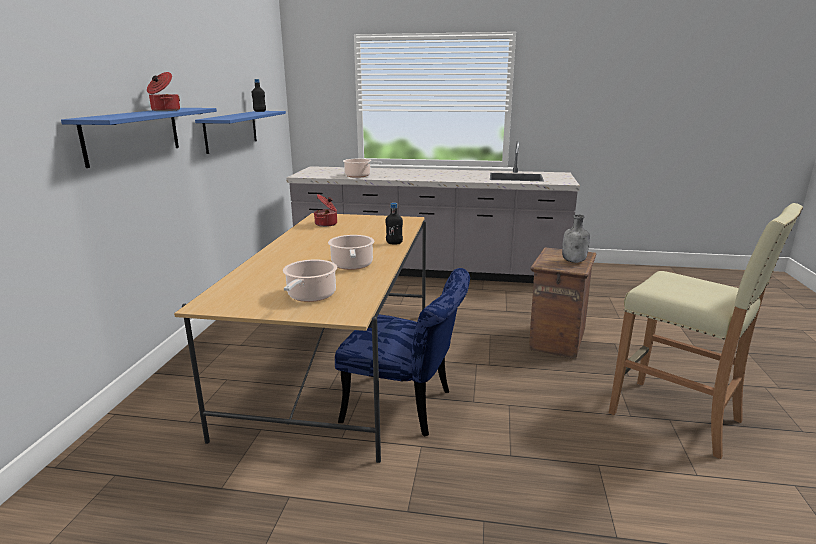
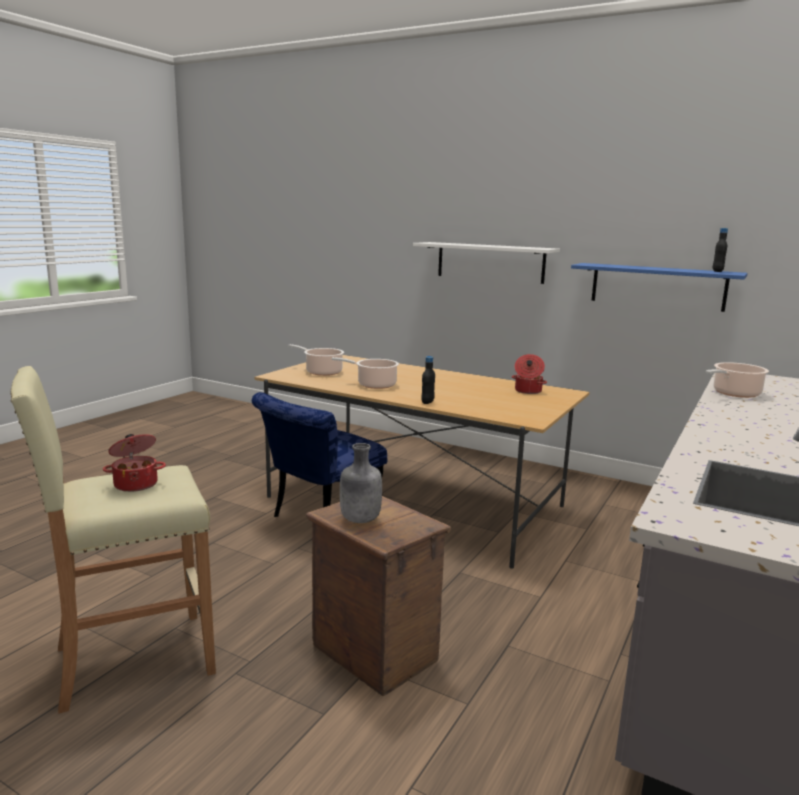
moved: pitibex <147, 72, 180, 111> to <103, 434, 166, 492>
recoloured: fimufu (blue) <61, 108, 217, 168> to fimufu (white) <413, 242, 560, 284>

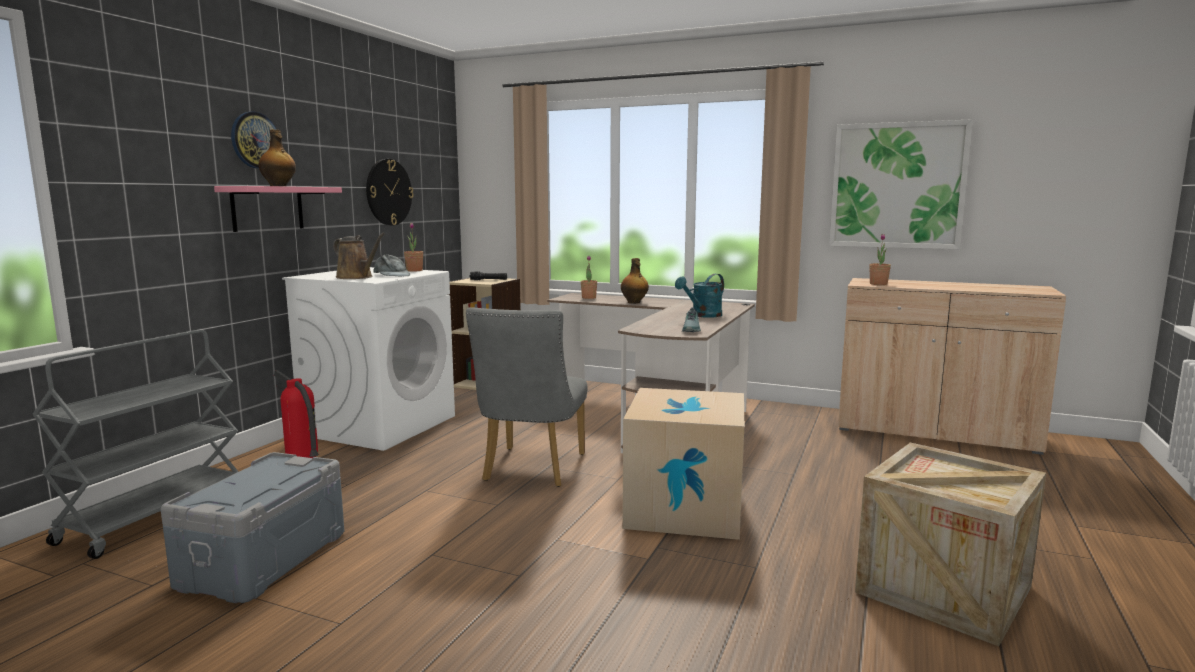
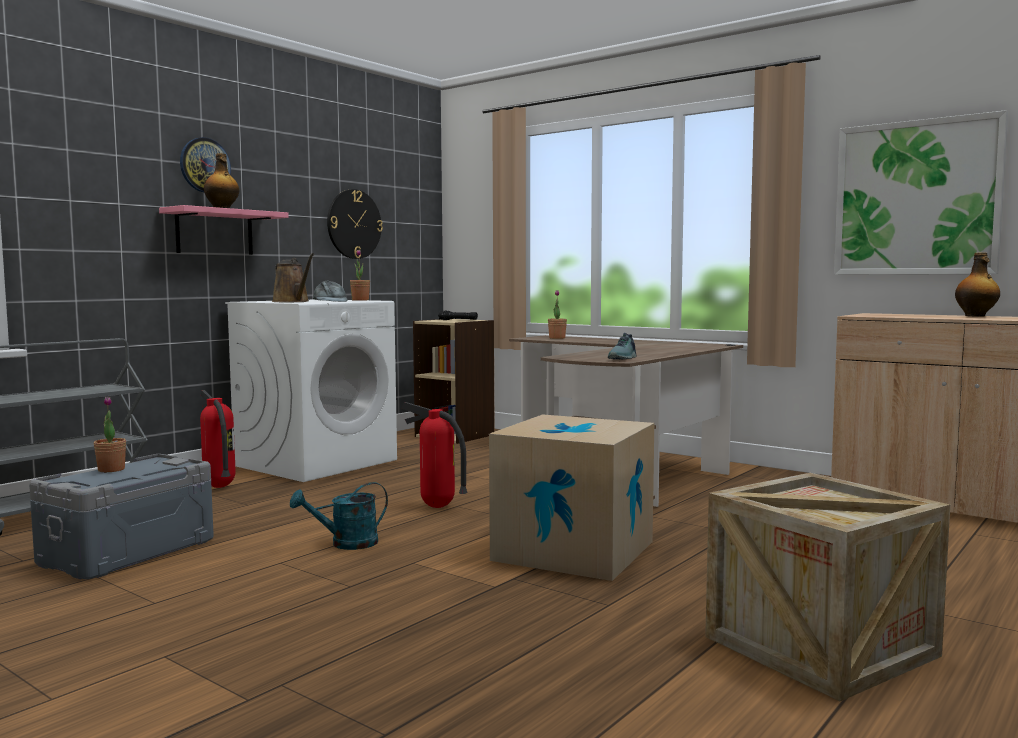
moved: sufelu <621, 258, 649, 304> to <955, 252, 1000, 316>; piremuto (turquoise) <675, 274, 724, 318> to <290, 482, 388, 550>; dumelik <869, 234, 891, 285> to <94, 396, 126, 472>
replaced: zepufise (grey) <466, 307, 587, 487> to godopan <401, 402, 468, 508>

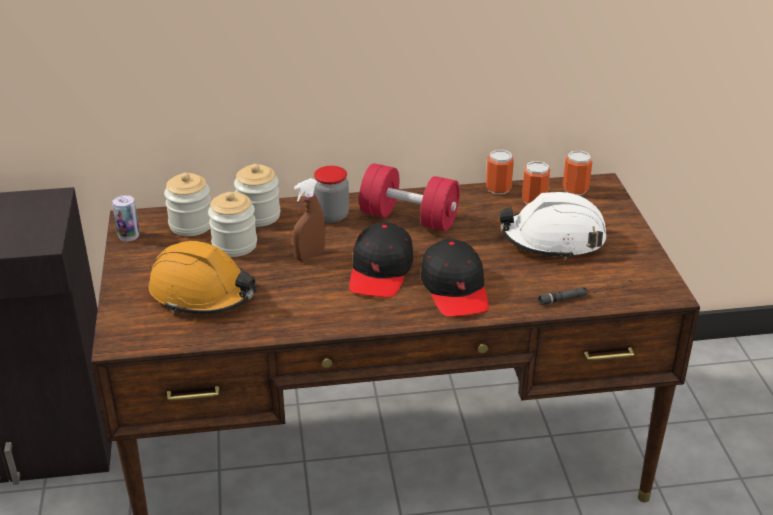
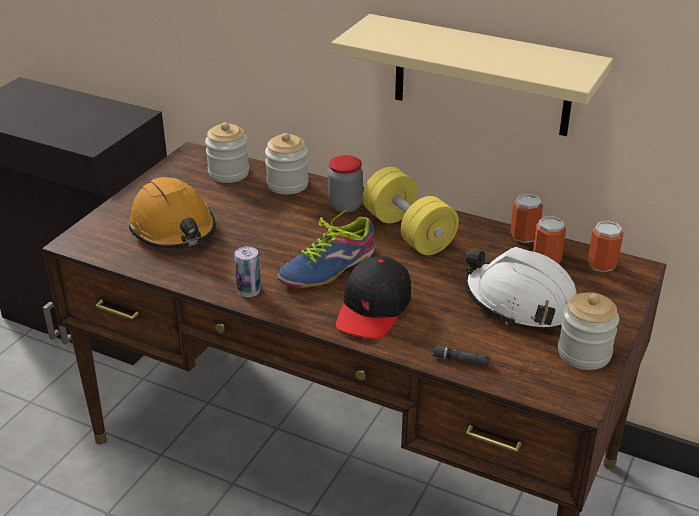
removed: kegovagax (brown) <293, 178, 325, 261>
added: fimufu (beige) <331, 14, 613, 136>
moved: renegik <112, 195, 139, 241> to <234, 246, 261, 297>; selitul <208, 192, 257, 257> to <558, 292, 619, 370>
replaced: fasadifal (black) <349, 222, 413, 297> to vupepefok <278, 208, 375, 288>
recoloured: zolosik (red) <359, 163, 460, 231> to zolosik (yellow) <362, 167, 459, 255>

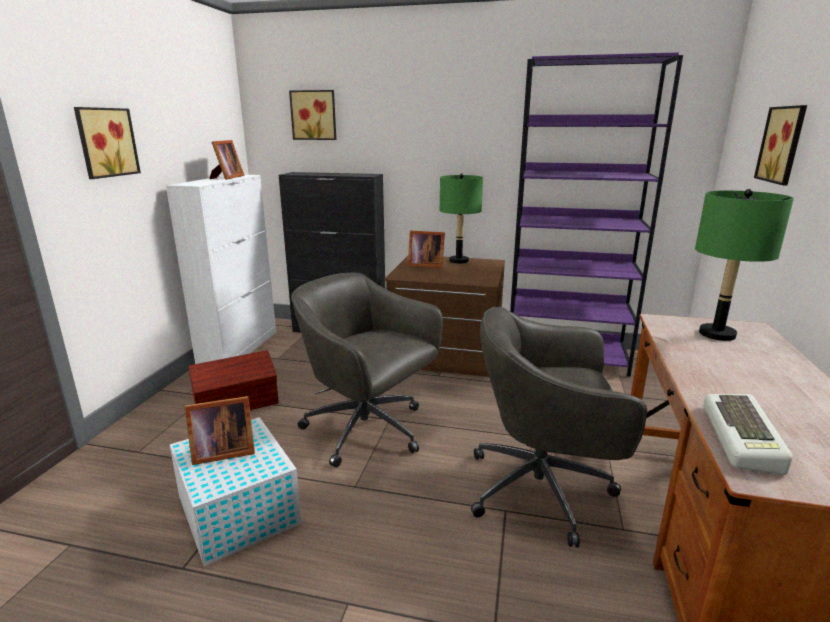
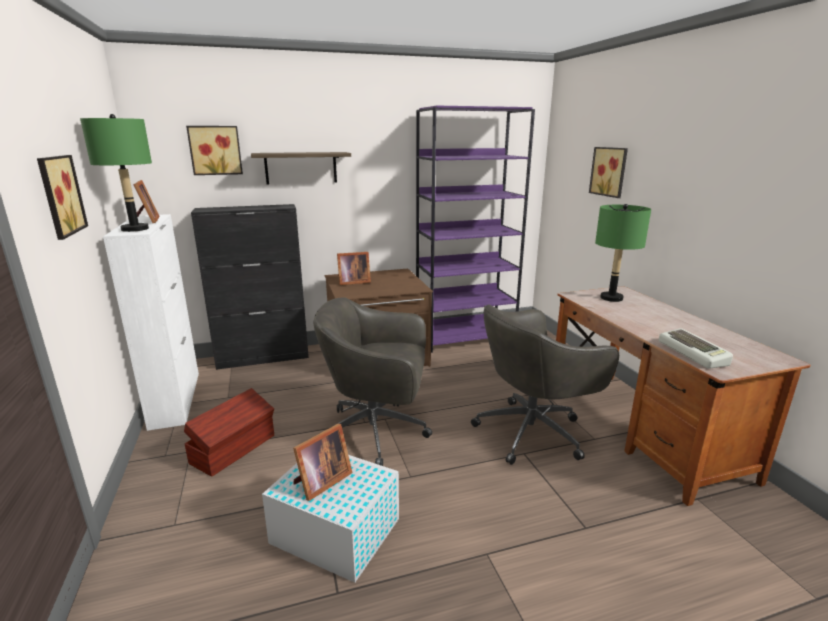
added: fimufu <251, 152, 351, 185>
moved: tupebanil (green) <440, 173, 483, 264> to <80, 114, 152, 232>

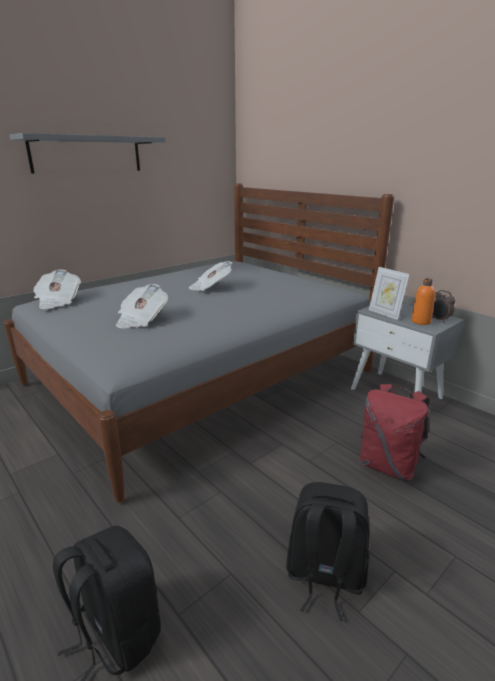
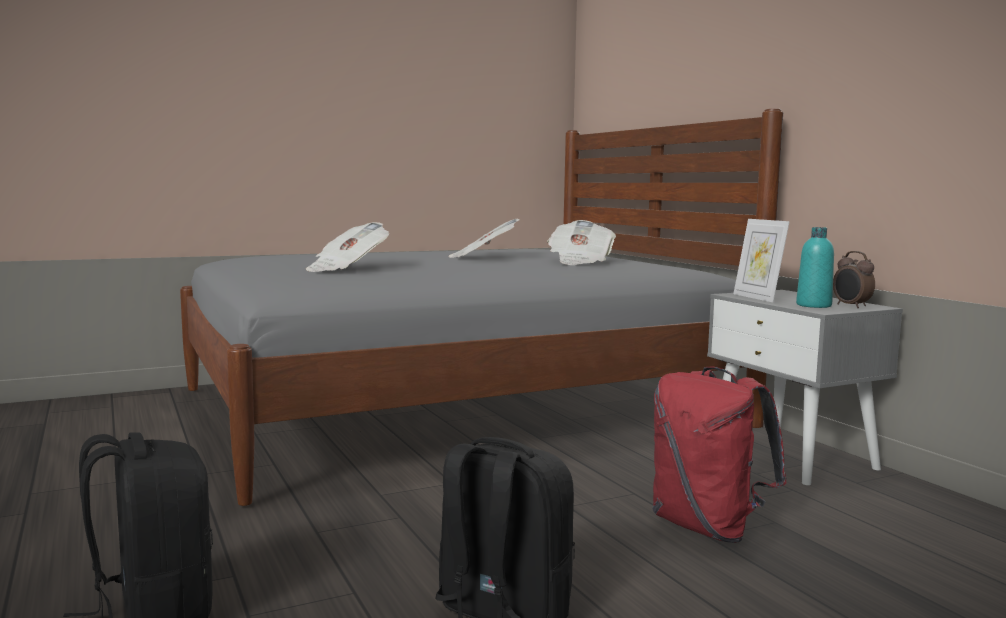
removed: fimufu (grey) <9, 133, 166, 173>
moved: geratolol <33, 270, 81, 309> to <547, 220, 616, 265>
recoloured: sufelu (orange) <411, 278, 435, 325> to sufelu (turquoise) <796, 227, 834, 308>

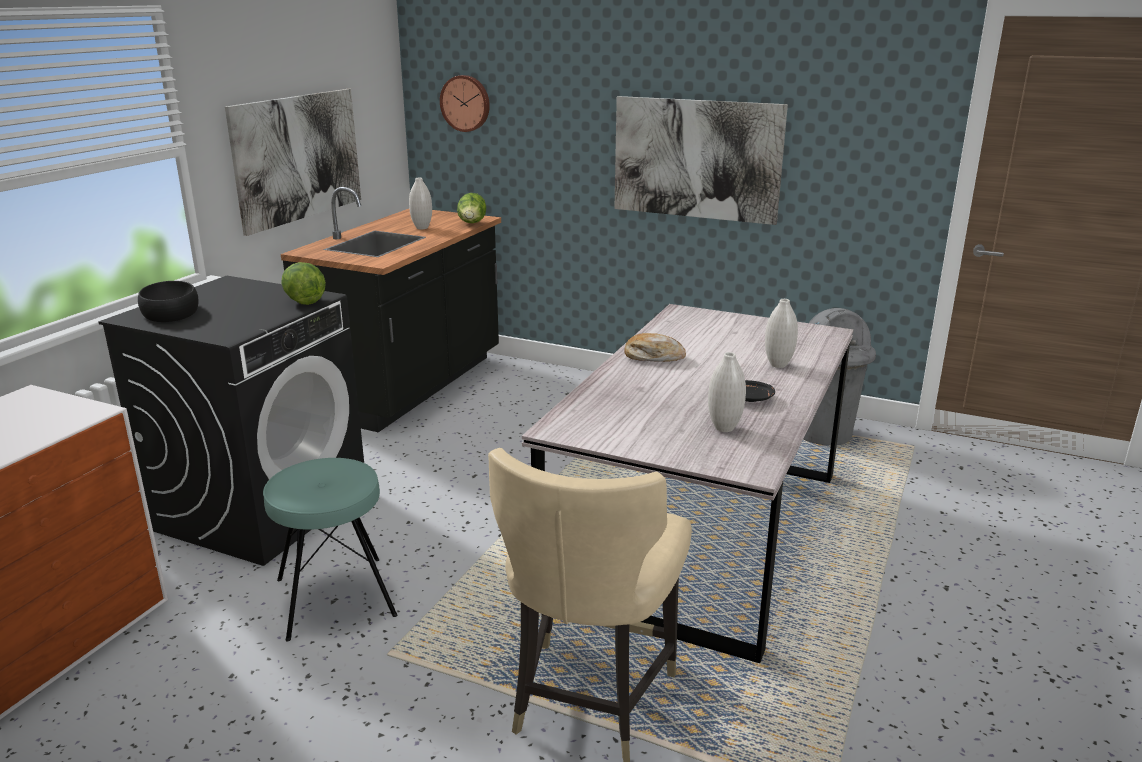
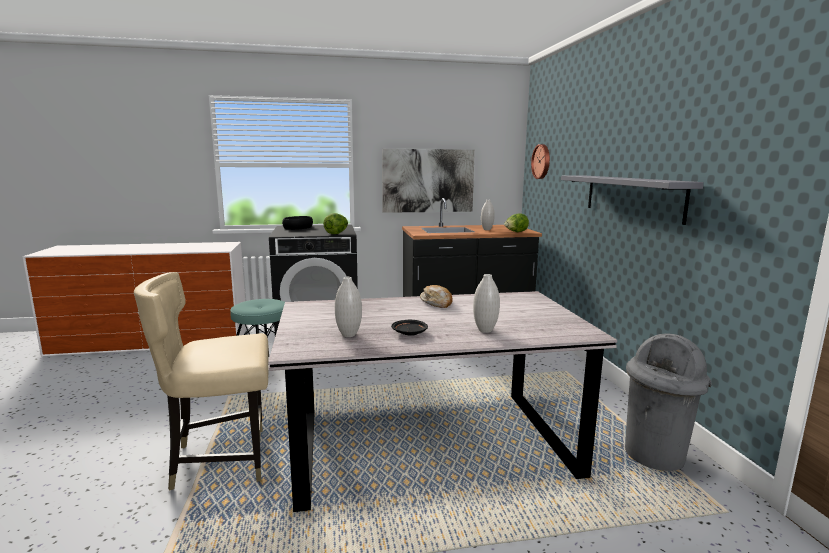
replaced: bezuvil <614, 96, 788, 225> to fimufu (grey) <561, 175, 704, 225>

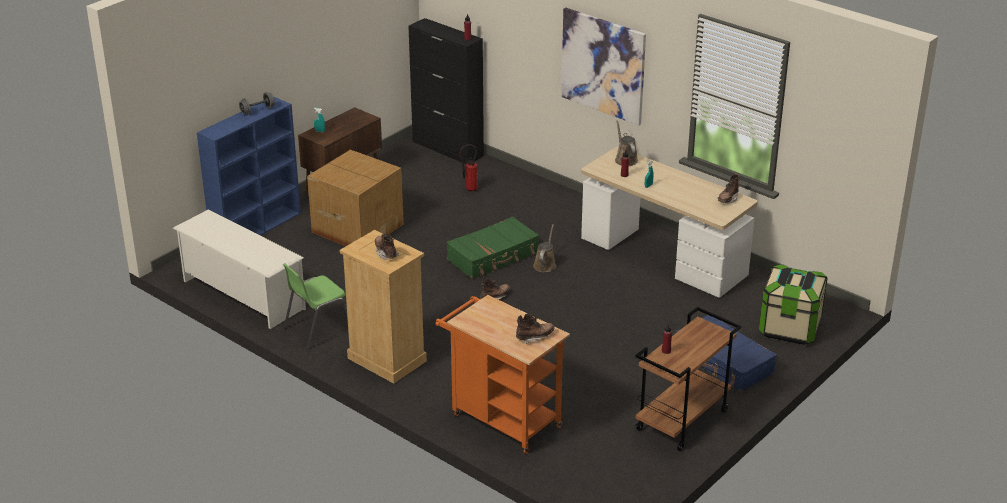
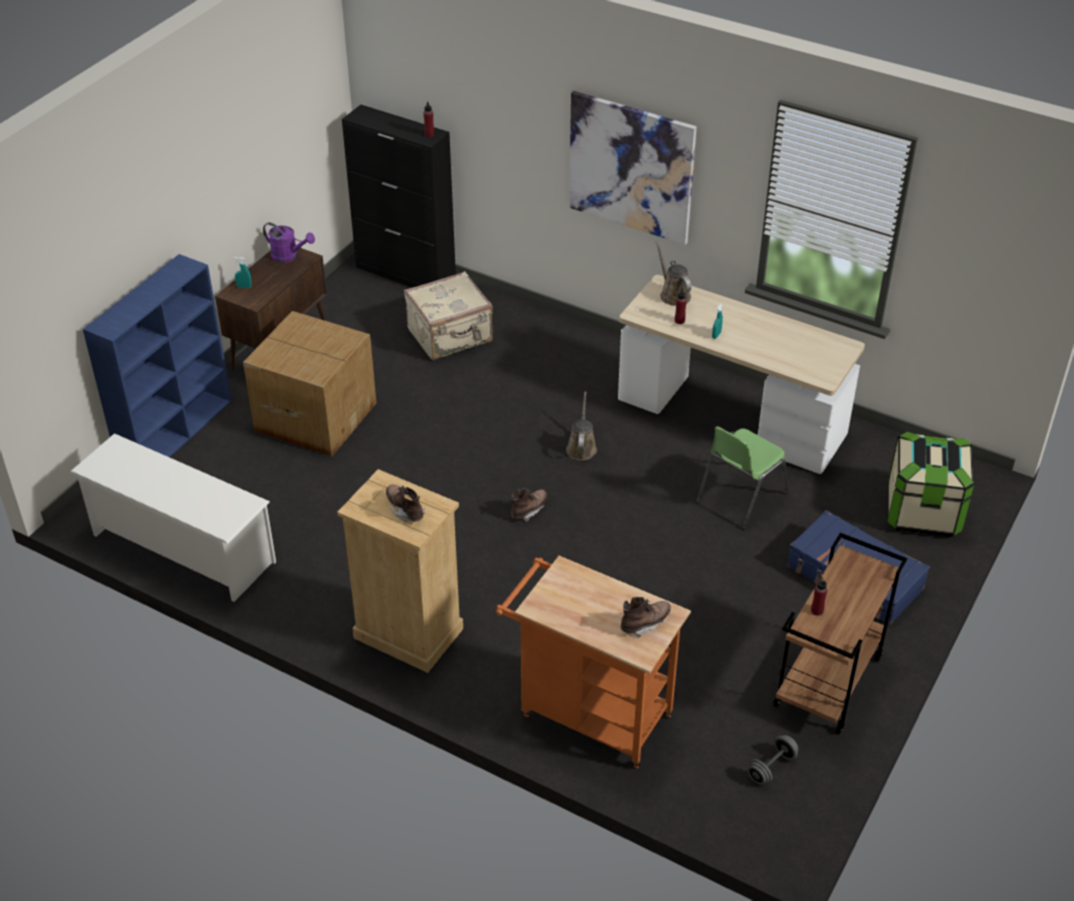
removed: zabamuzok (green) <446, 217, 539, 279>; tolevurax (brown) <718, 173, 740, 203>
added: piremuto (purple) <263, 222, 315, 263>
moved: zolosik (grey) <239, 92, 275, 115> to <747, 735, 799, 785>; zepufise (green) <283, 263, 347, 349> to <697, 426, 789, 530>
replaced: godopan <460, 144, 478, 192> to zabamuzok (beige) <404, 271, 493, 360>

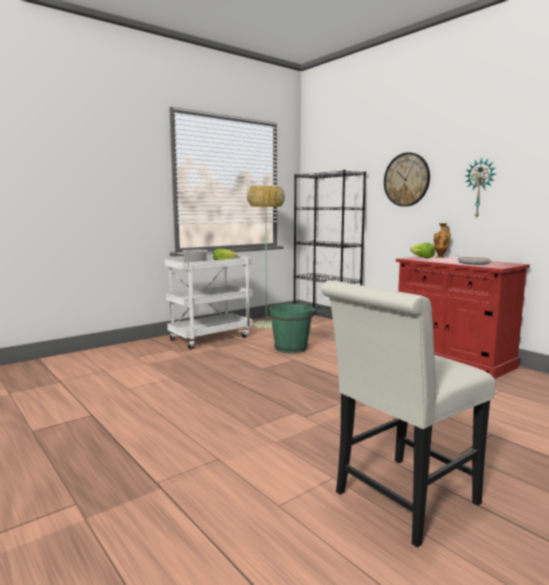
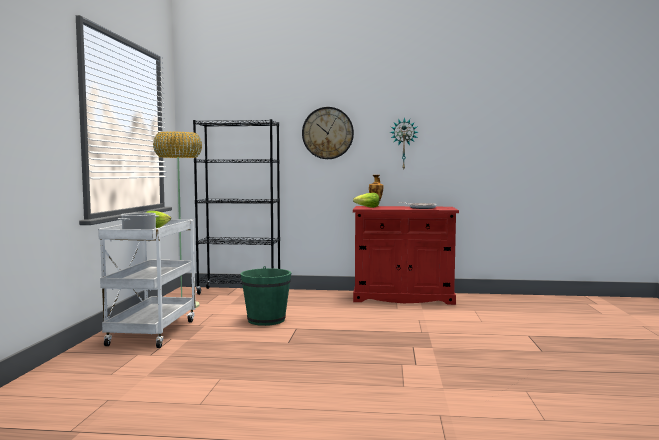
removed: zepufise (white) <321, 281, 496, 548>

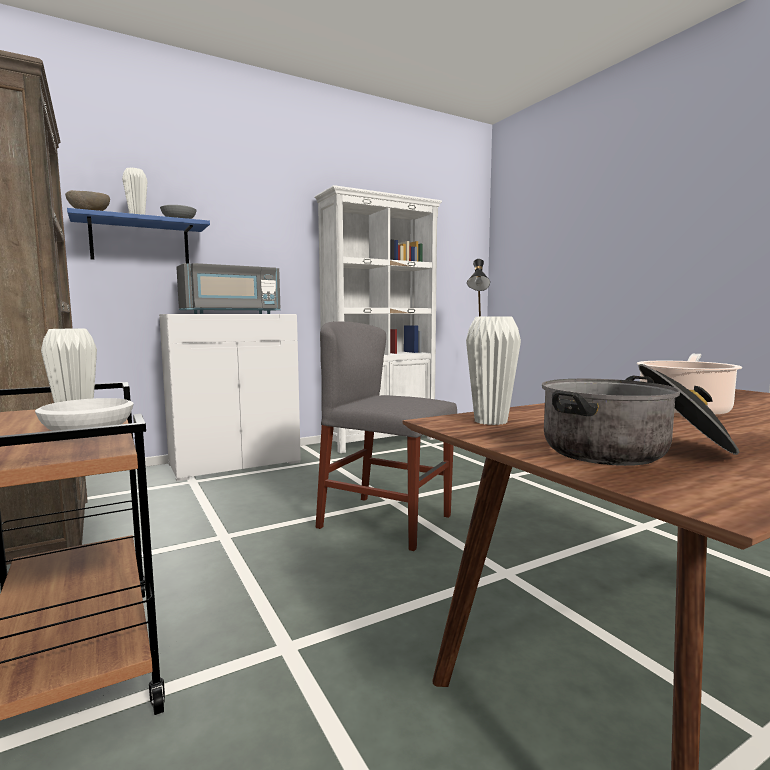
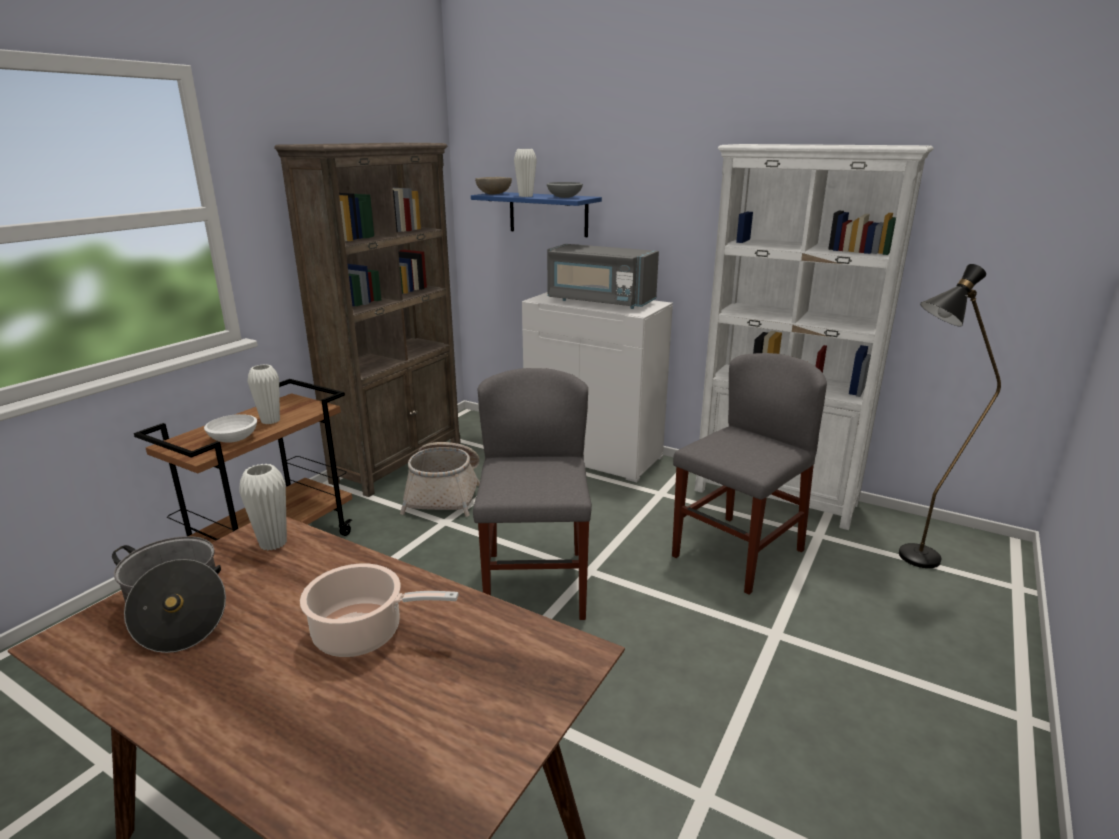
added: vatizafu <400, 442, 480, 517>; zepufise (grey) <672, 353, 827, 595>

